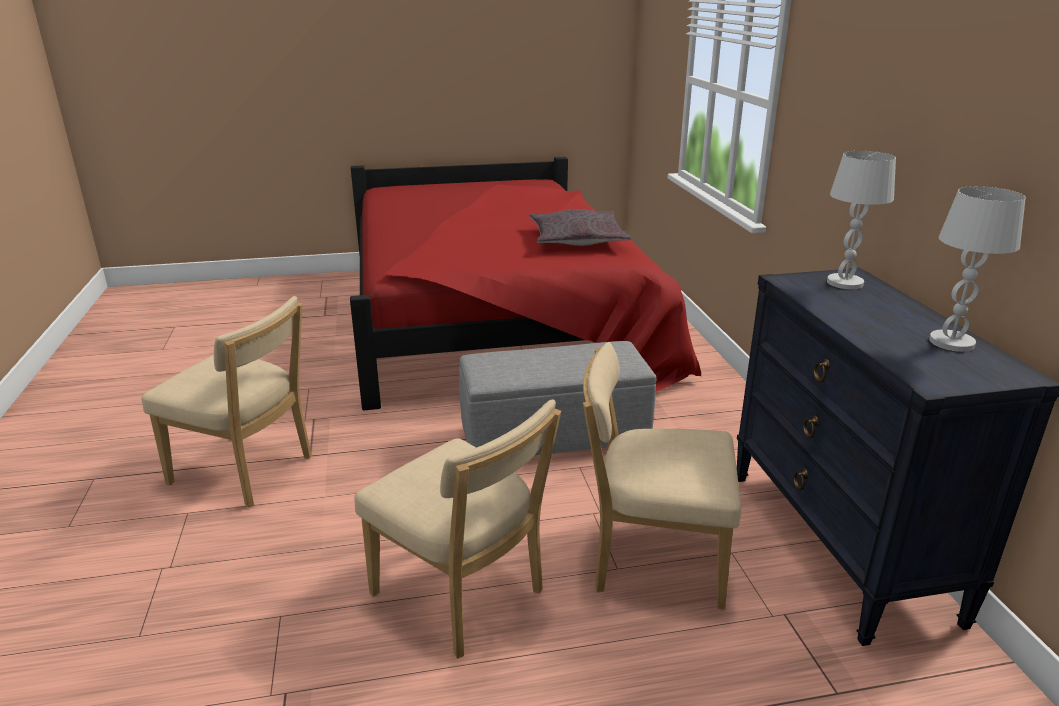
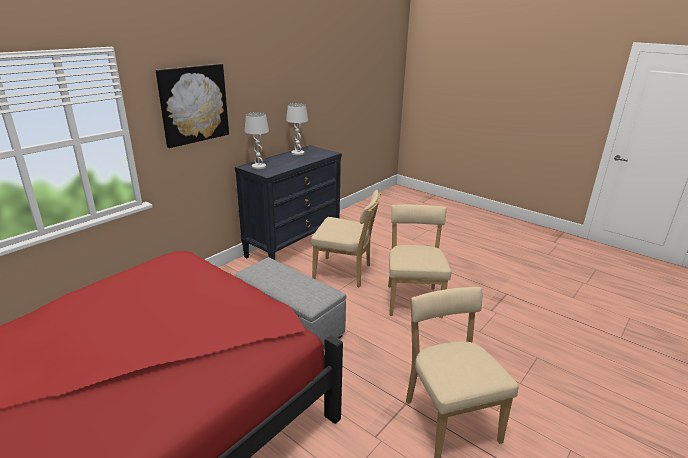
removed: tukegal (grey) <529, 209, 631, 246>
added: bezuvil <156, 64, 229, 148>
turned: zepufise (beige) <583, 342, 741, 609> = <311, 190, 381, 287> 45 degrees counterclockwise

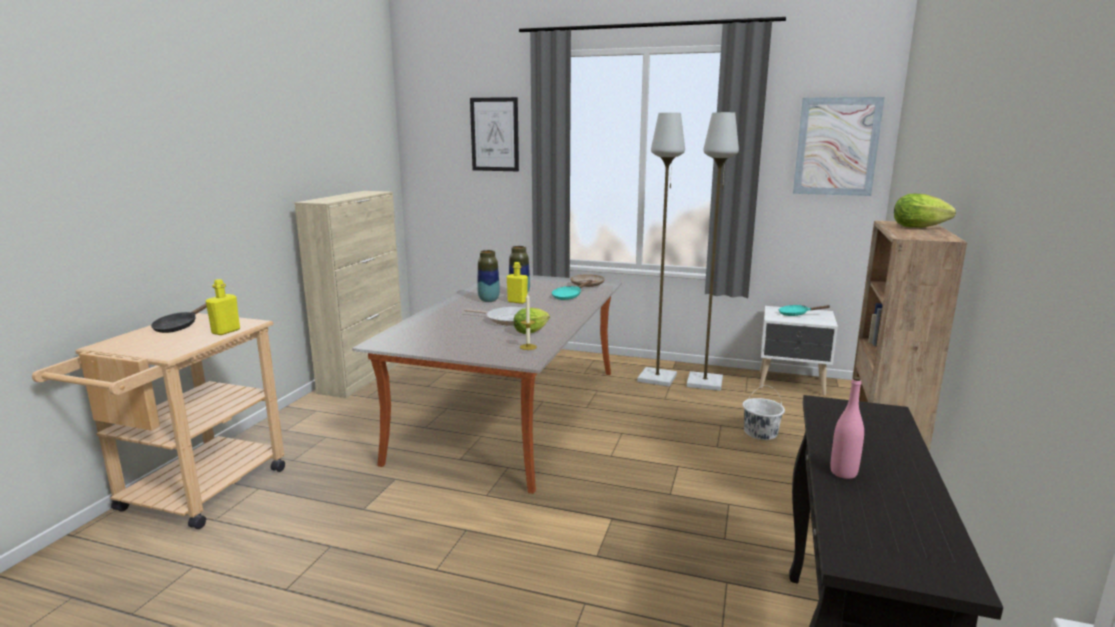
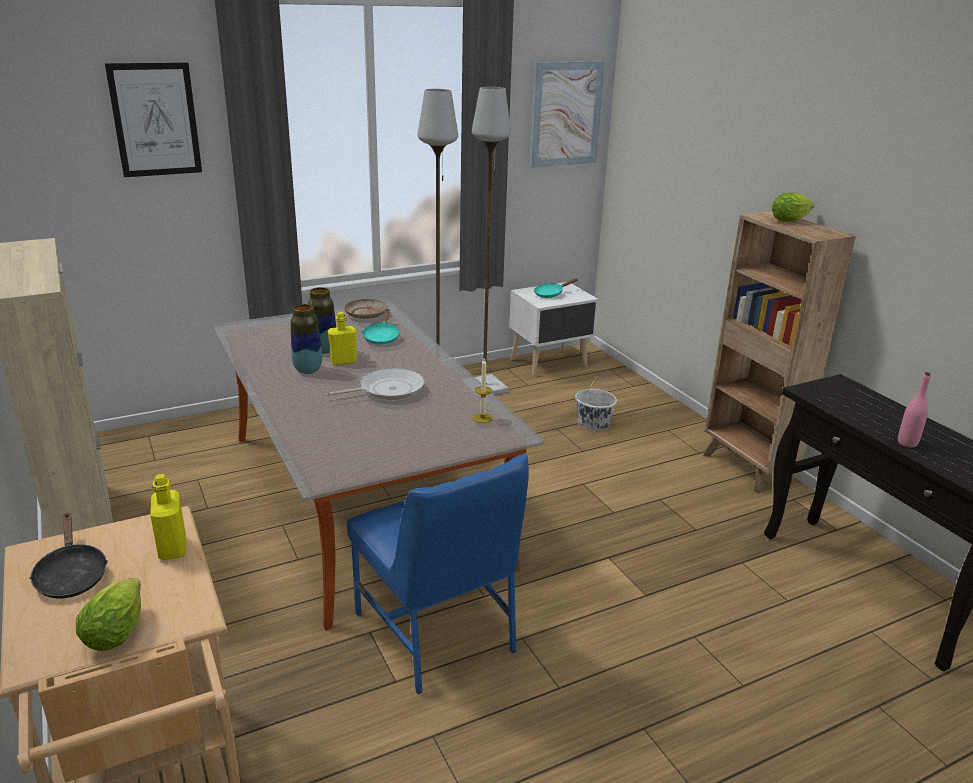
added: zepufise (blue) <347, 454, 529, 694>
moved: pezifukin <513, 308, 550, 334> to <76, 577, 141, 651>

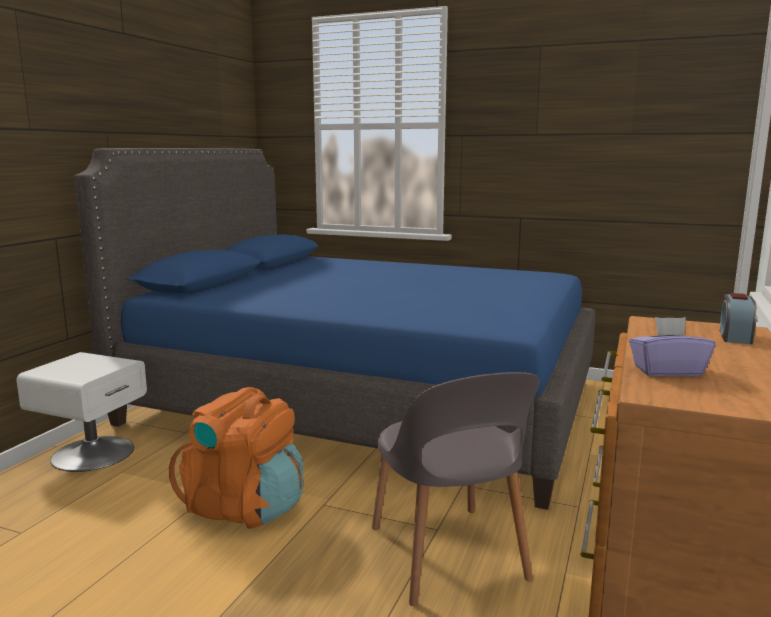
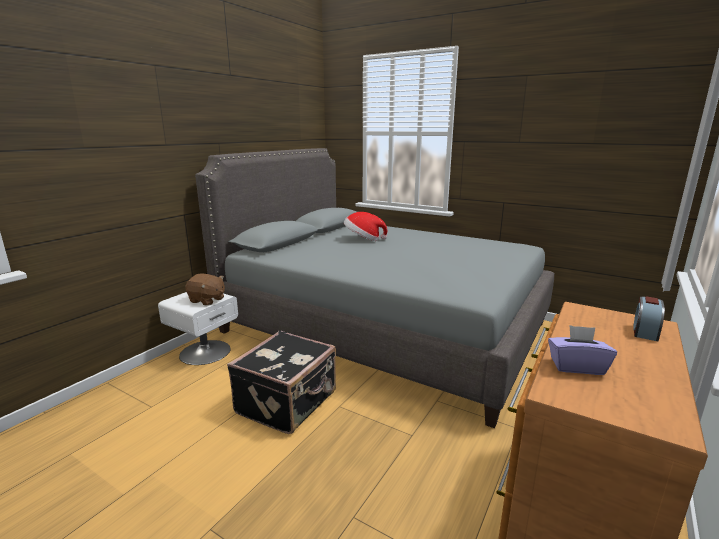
removed: zepufise (grey) <372, 372, 540, 606>
added: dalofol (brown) <185, 274, 225, 306>; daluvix <344, 212, 387, 241>
replaced: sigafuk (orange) <169, 387, 303, 528> to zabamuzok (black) <227, 330, 336, 434>
recoloured: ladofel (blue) <74, 148, 595, 510> to ladofel (grey) <195, 148, 554, 428>

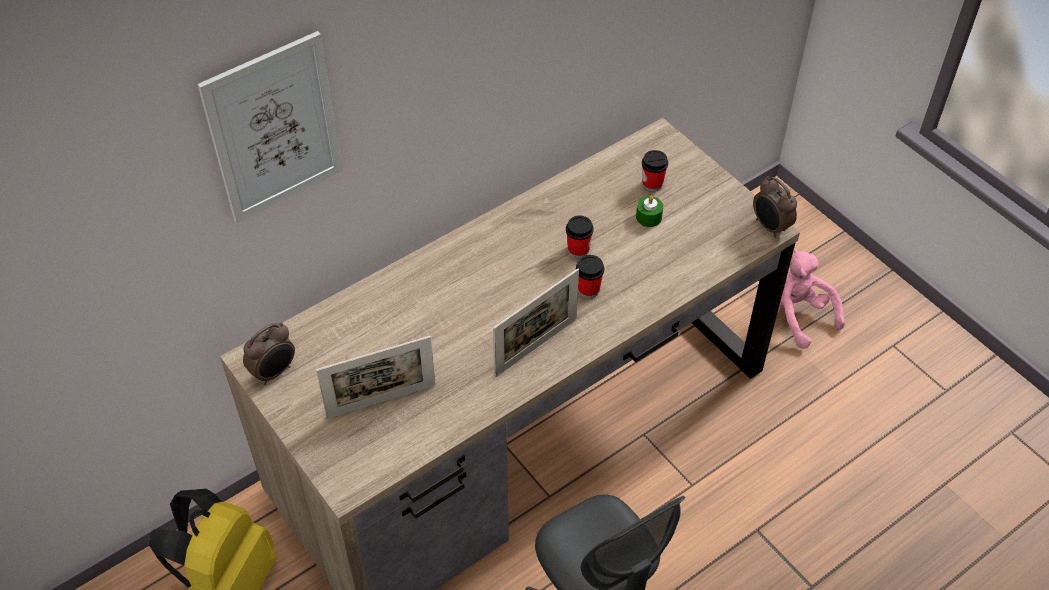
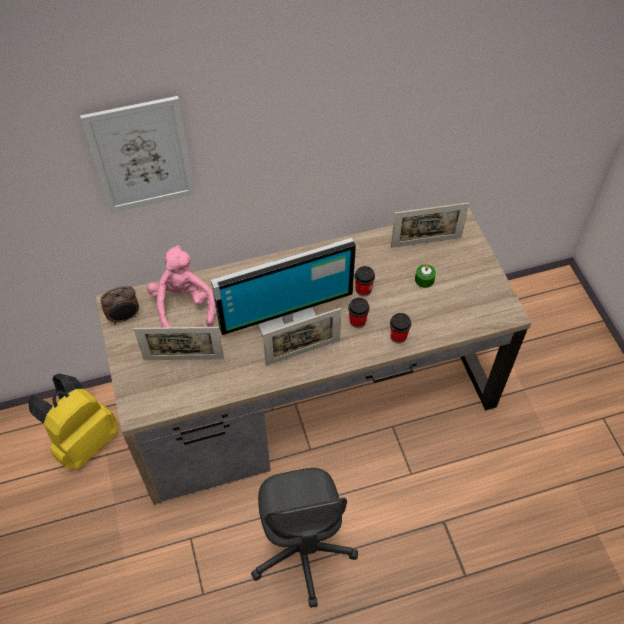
removed: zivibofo <753, 176, 797, 238>
added: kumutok <211, 238, 356, 337>; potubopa <391, 203, 469, 248>
moved: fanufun <642, 150, 668, 192> to <390, 313, 411, 344>; dalofol (pink) <777, 250, 845, 349> to <147, 245, 215, 328>

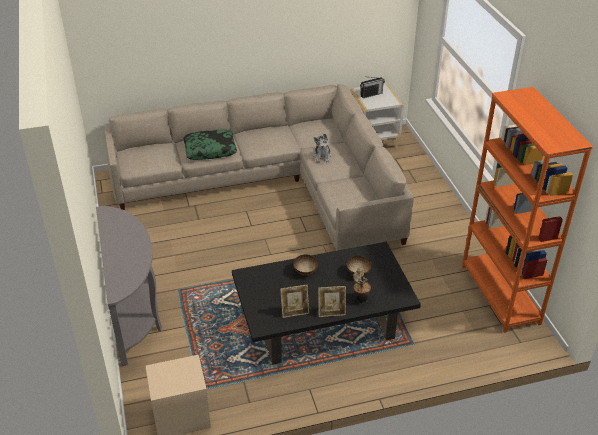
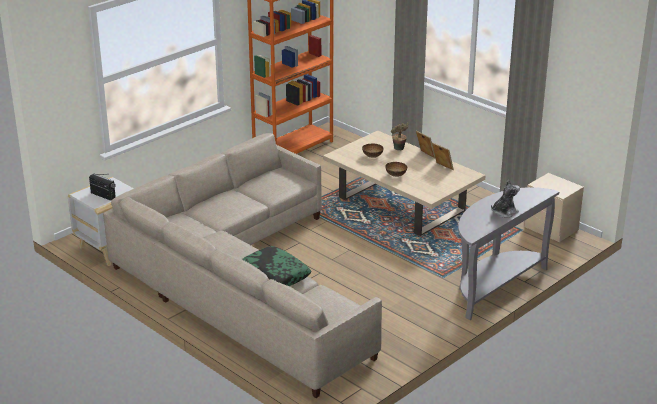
moved: dalofol <313, 134, 332, 163> to <491, 180, 520, 218>
recoloured: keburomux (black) <232, 242, 421, 365> to keburomux (beige) <323, 131, 486, 236>

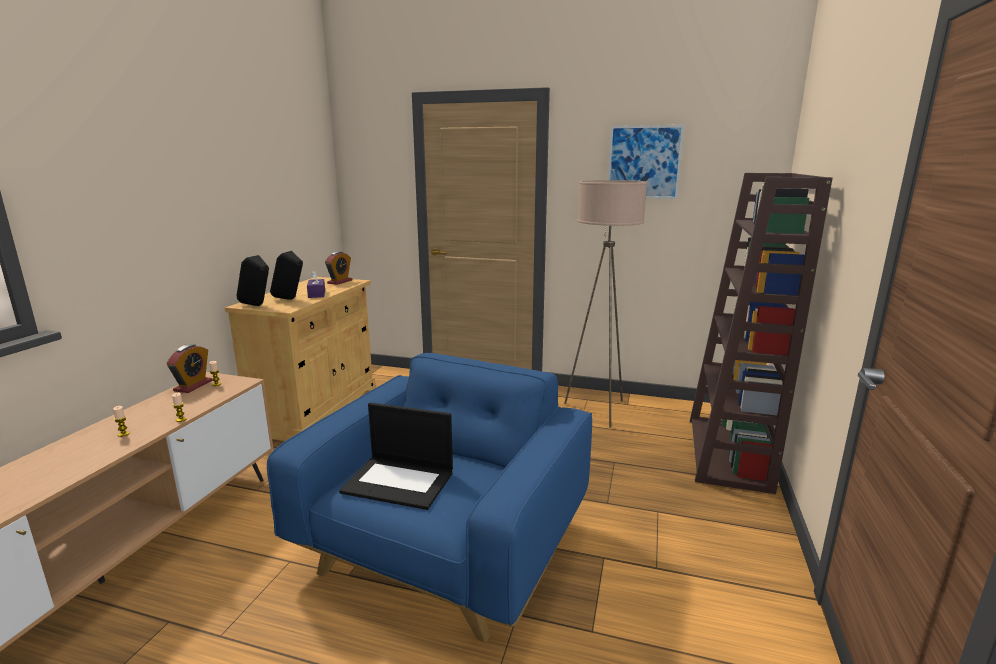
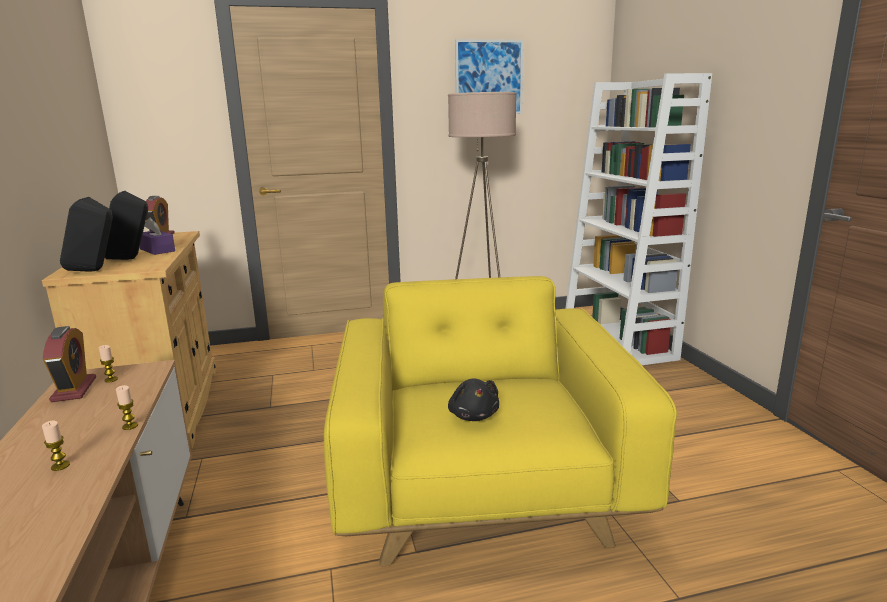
replaced: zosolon <339, 402, 453, 510> to dalofol (black) <448, 379, 499, 421>
recoloured: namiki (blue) <267, 353, 592, 642> to namiki (yellow) <324, 276, 677, 566>; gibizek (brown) <690, 173, 833, 494> to gibizek (white) <565, 73, 712, 365>

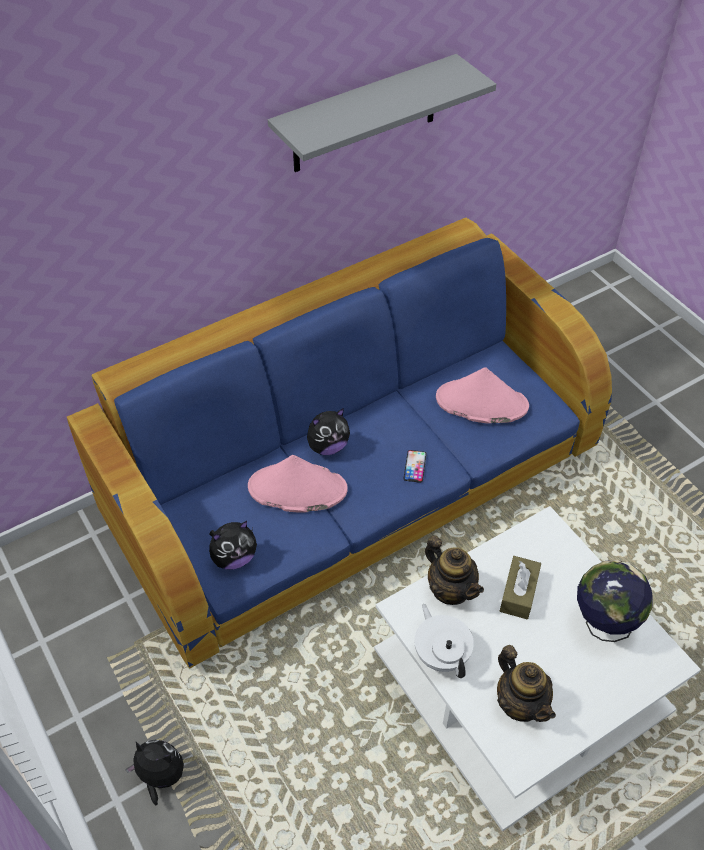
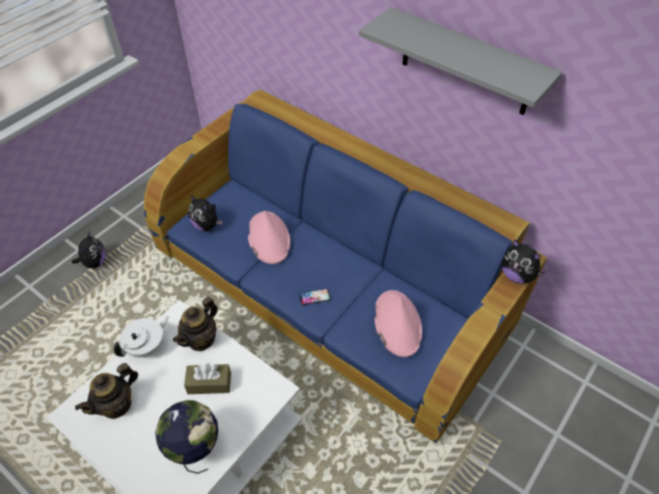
moved: dalofol <307, 408, 350, 455> to <501, 239, 546, 284>

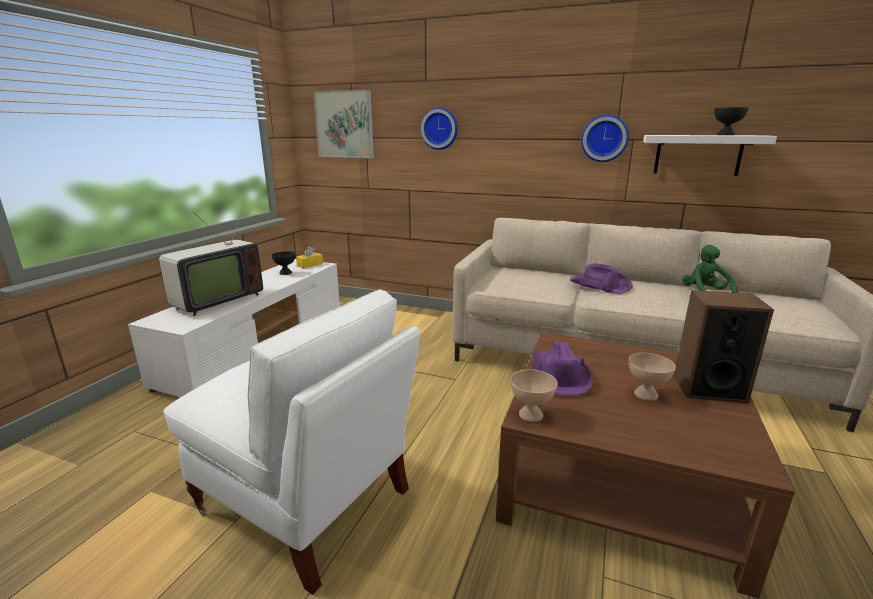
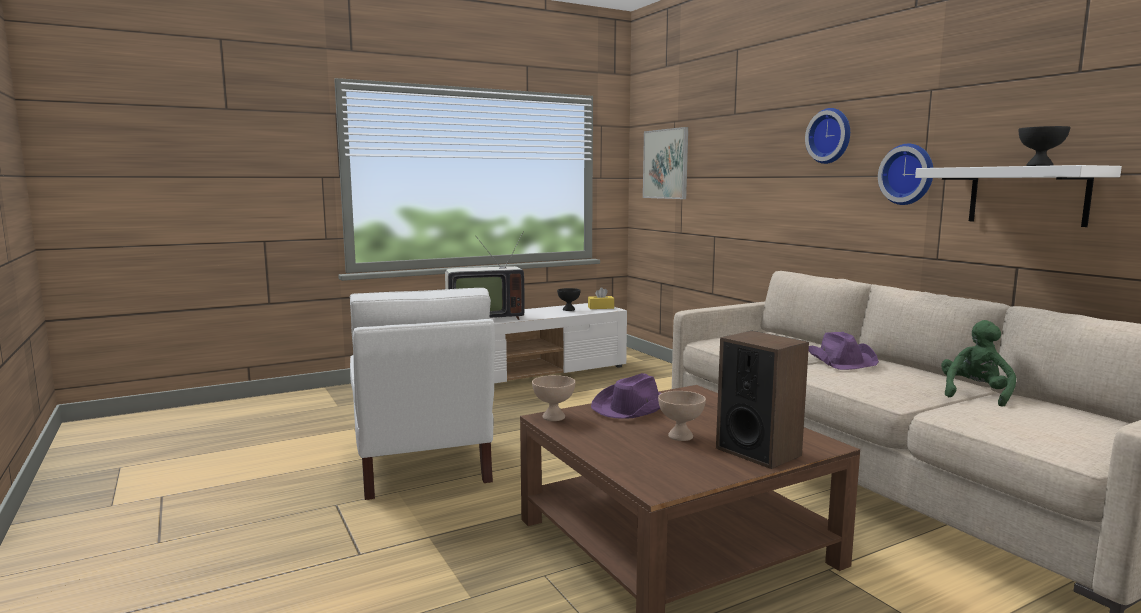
moved: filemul <421, 107, 458, 150> to <805, 108, 850, 164>

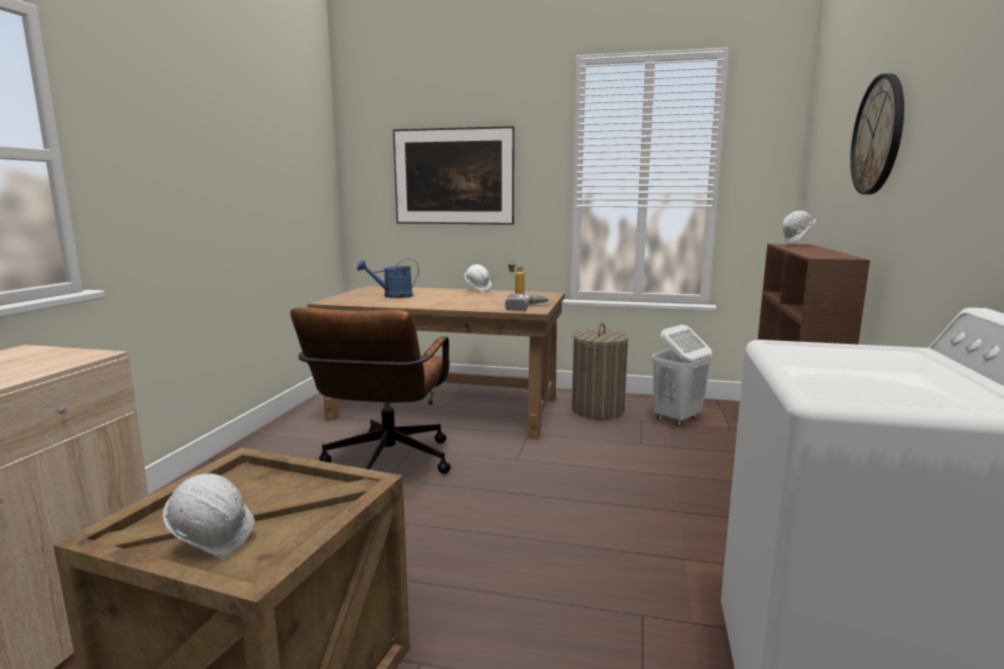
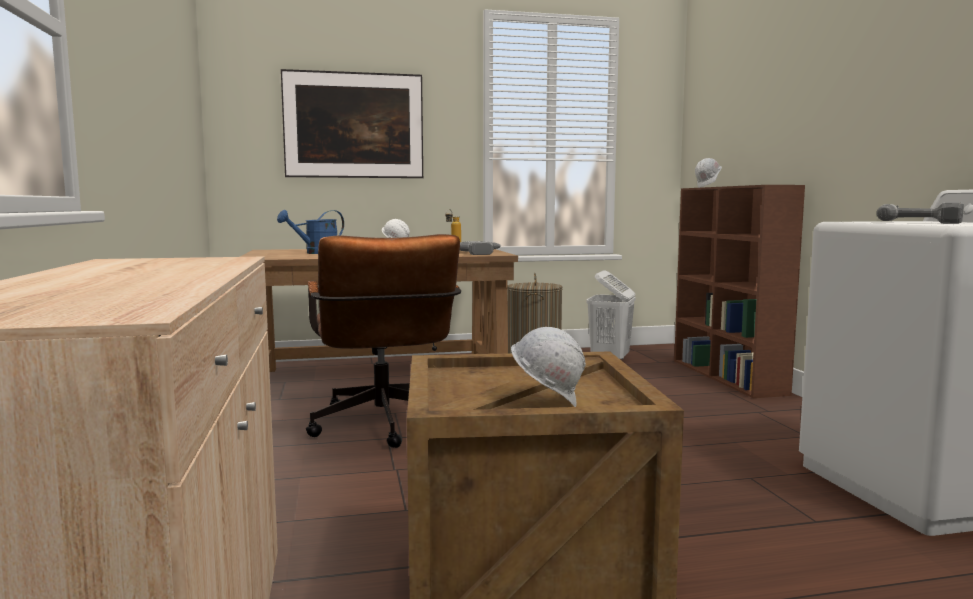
removed: filemul <850, 73, 904, 194>
added: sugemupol <876, 202, 964, 224>

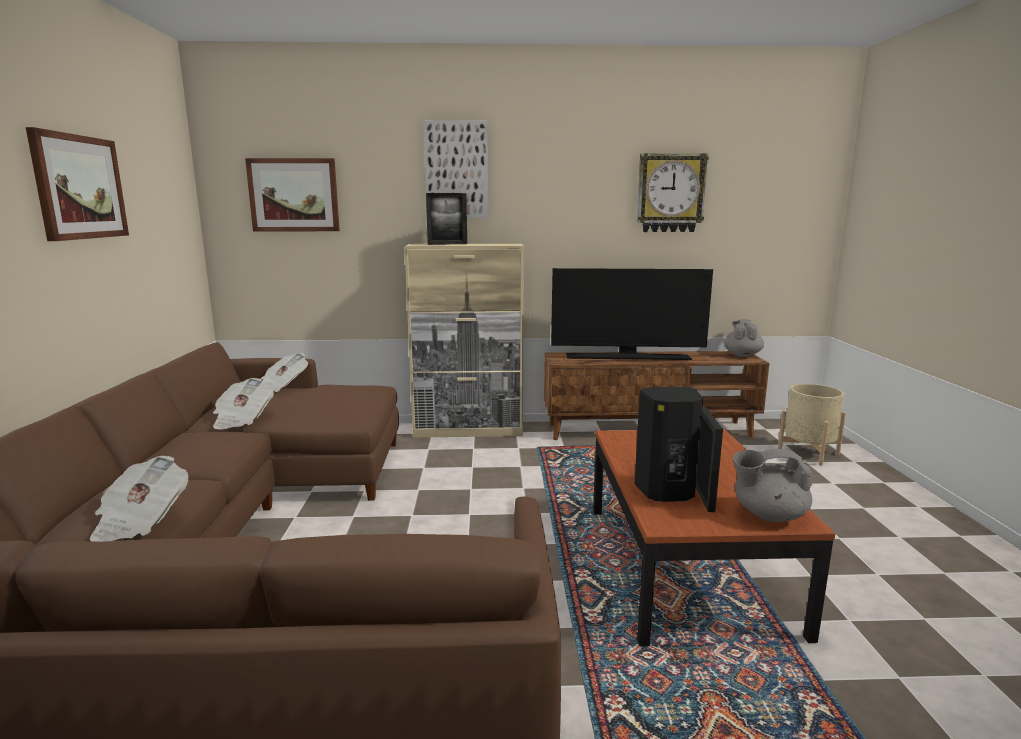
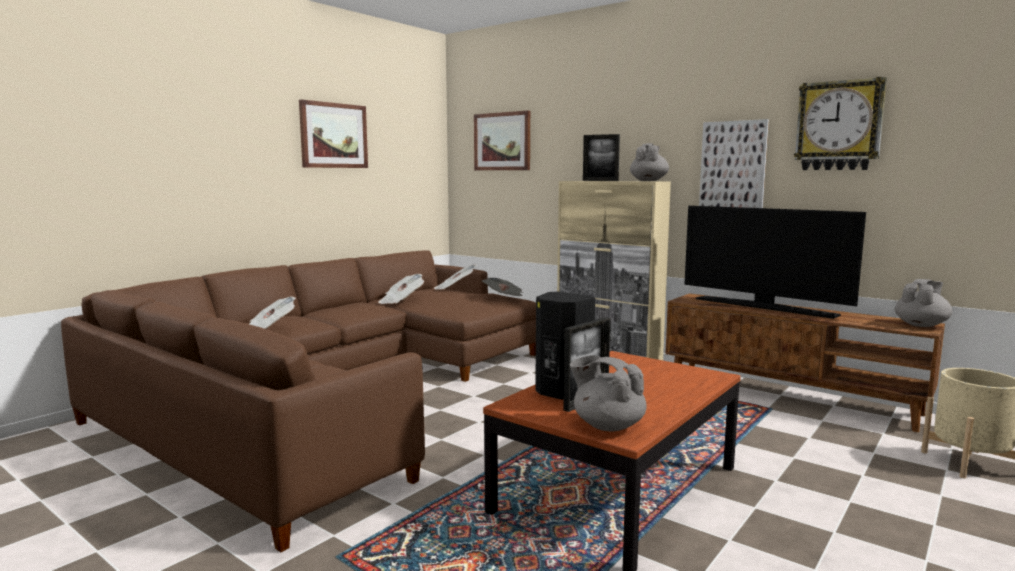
added: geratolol <482, 278, 523, 296>; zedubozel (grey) <630, 143, 669, 181>
moved: bezuvil <424, 120, 488, 218> to <699, 119, 769, 208>

